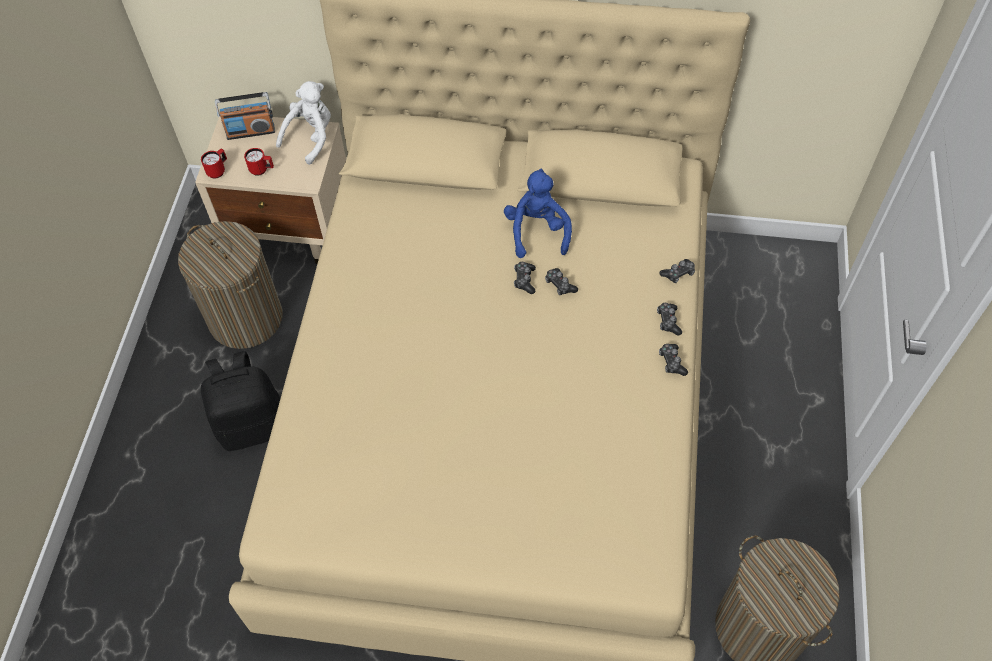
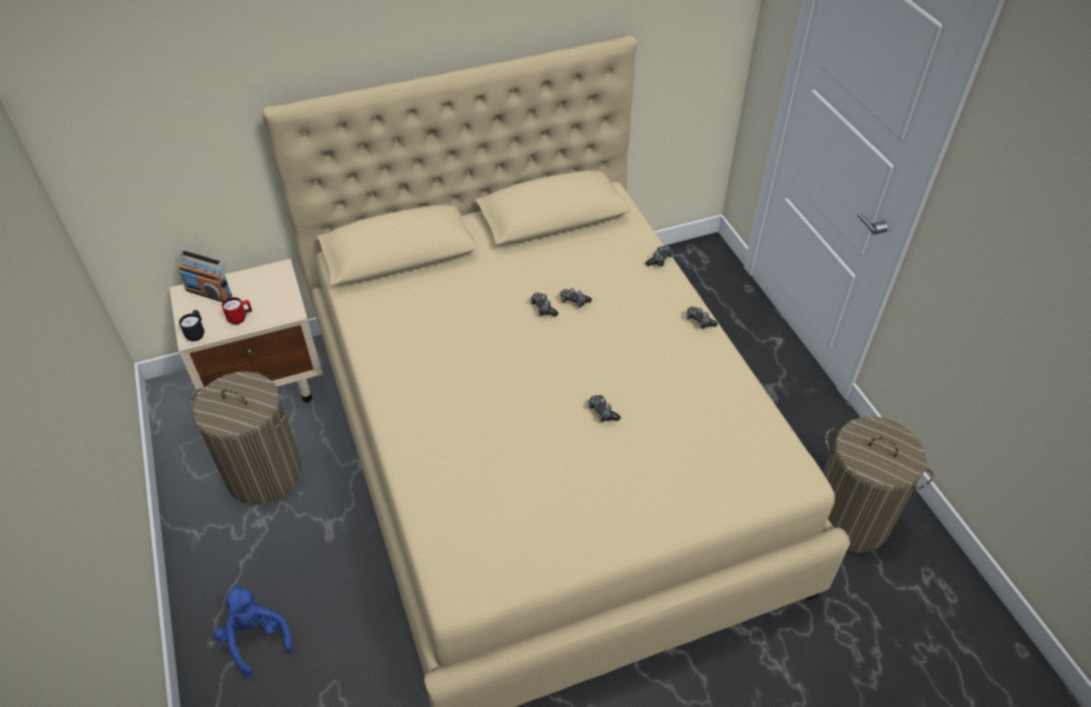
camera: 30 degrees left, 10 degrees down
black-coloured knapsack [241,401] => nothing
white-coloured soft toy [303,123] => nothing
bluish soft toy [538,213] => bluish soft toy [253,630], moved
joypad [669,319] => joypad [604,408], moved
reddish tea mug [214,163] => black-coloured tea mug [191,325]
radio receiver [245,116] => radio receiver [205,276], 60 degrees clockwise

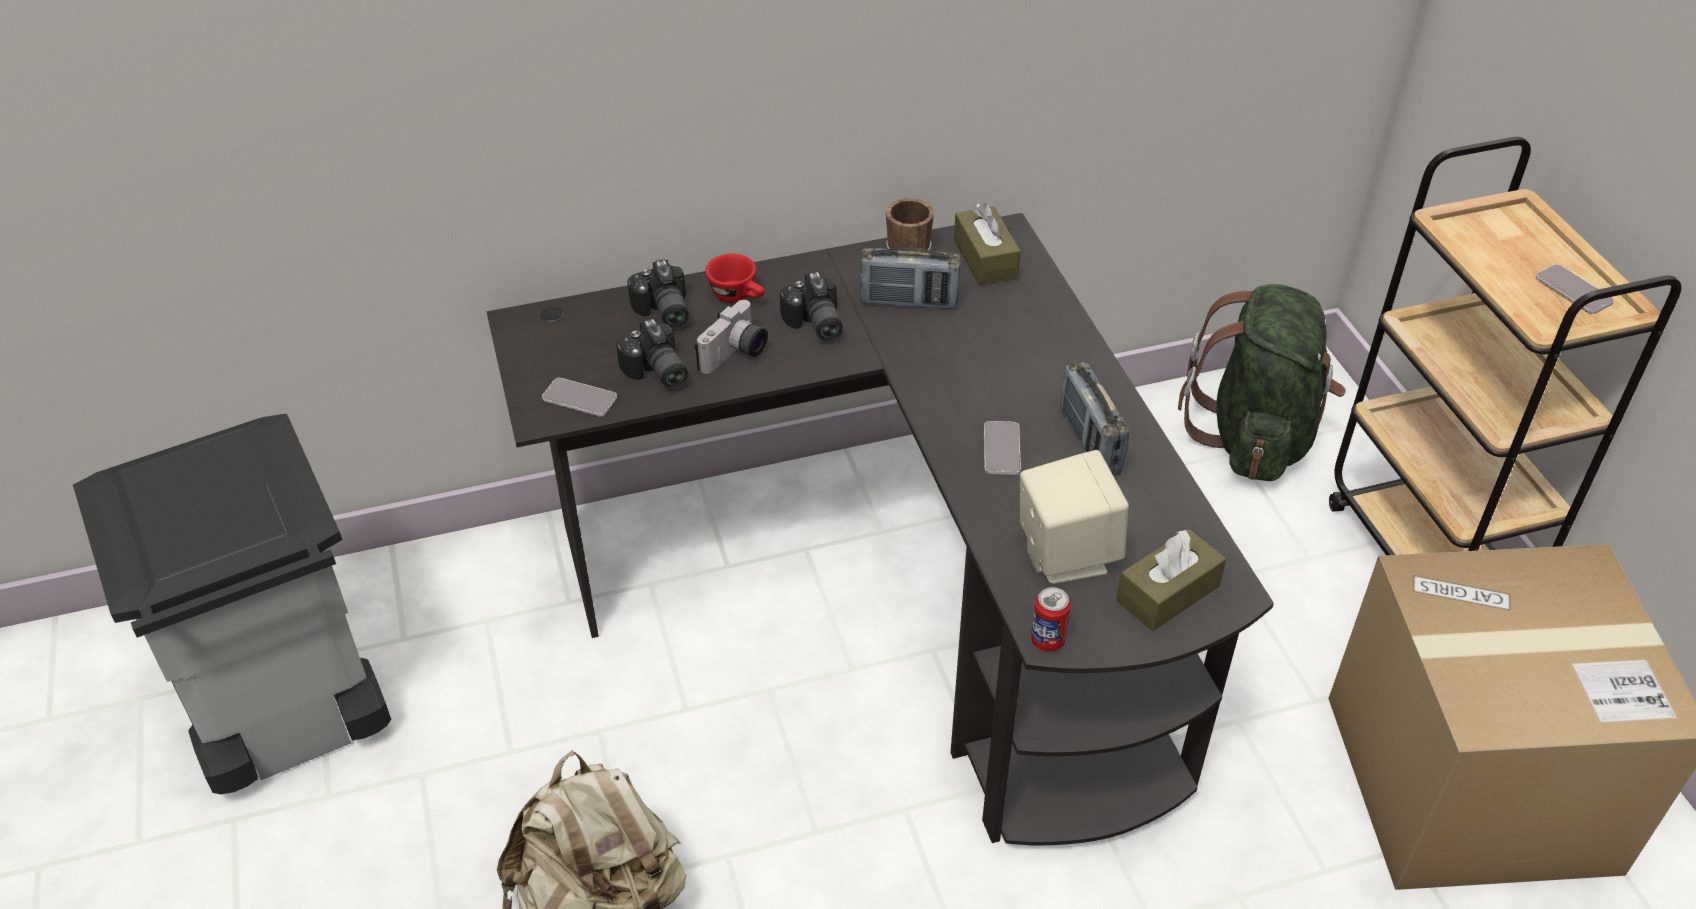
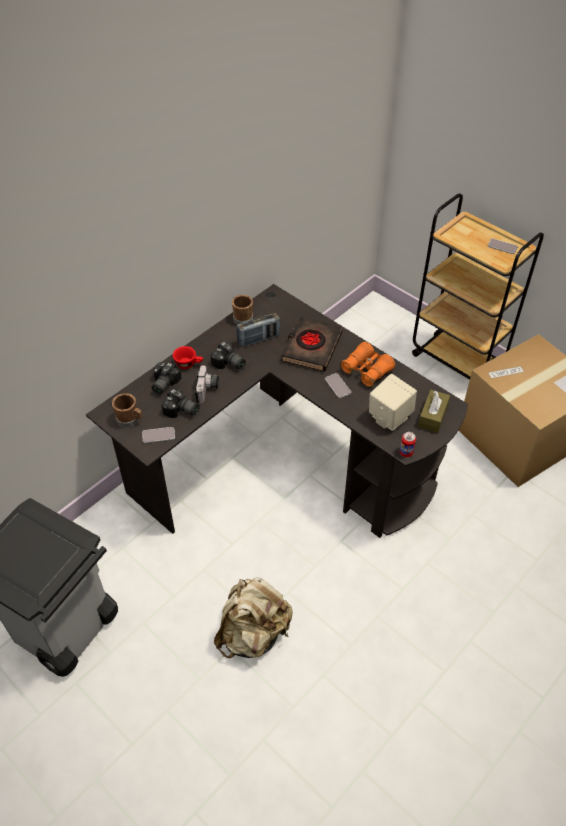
camera: 30 degrees left, 5 degrees up
brown tissue box [987,244] => nothing
green-coloured knapsack [1262,382] => nothing
nothing => brown tea mug [127,410]
nothing => black-coloured bound book [312,344]
radio receiver [1094,419] => orange pair of binoculars [367,364]
photo camera [658,293] => photo camera [167,378], 75 degrees clockwise

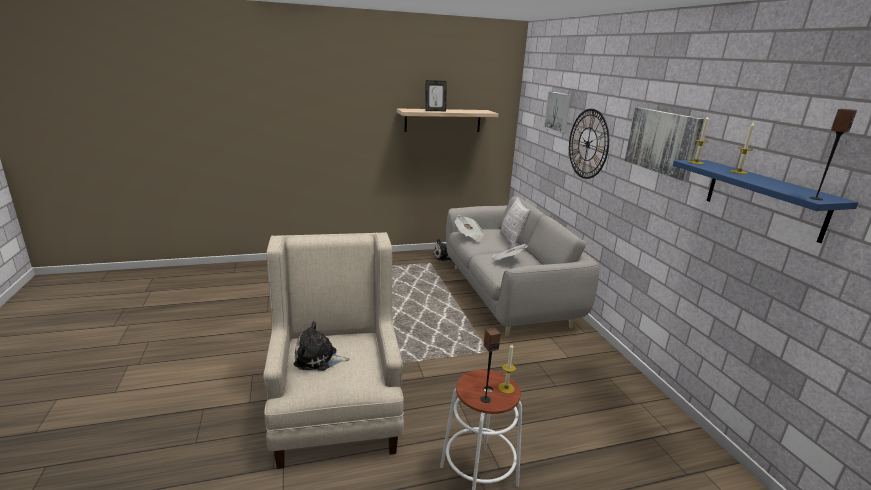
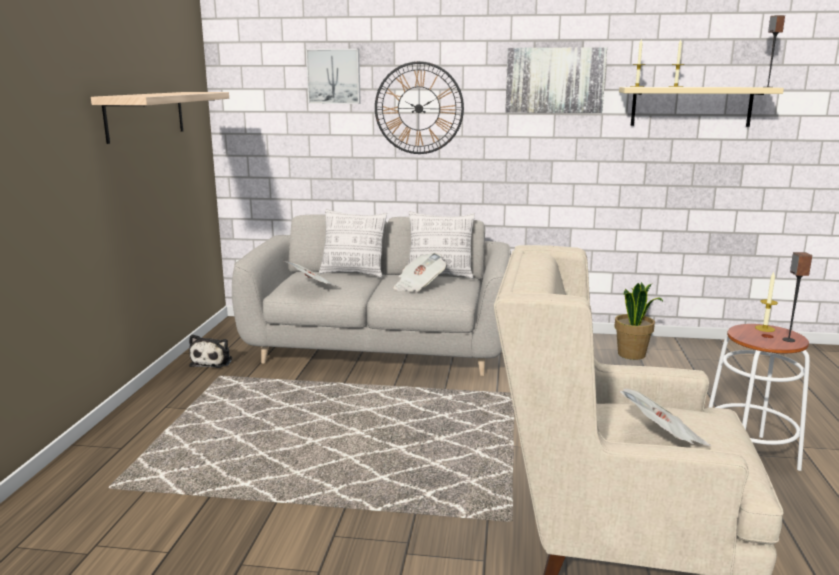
camera: 65 degrees left, 5 degrees down
standing frame [436,95] => nothing
nothing => throw pillow [441,245]
nothing => plant in a pot [638,321]
soft toy [322,346] => newspaper [665,417]
bluish wall shelf [766,201] => beige wall shelf [701,107]

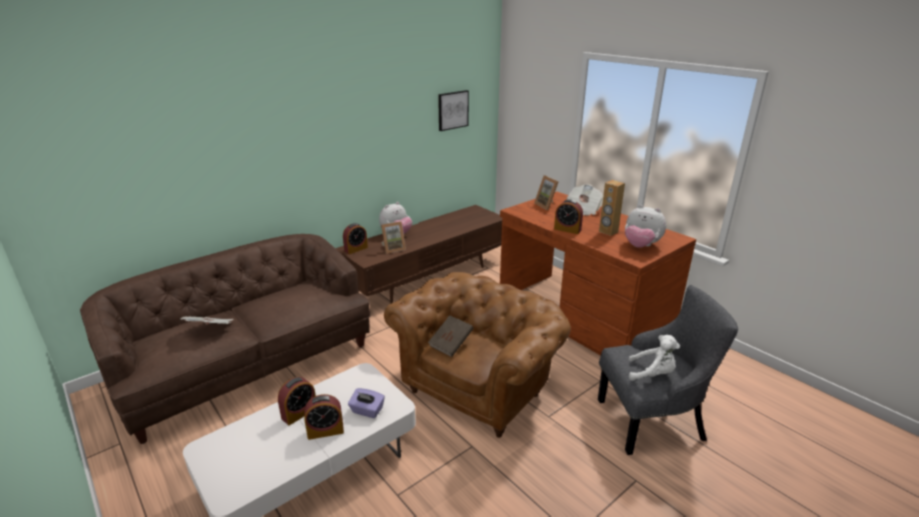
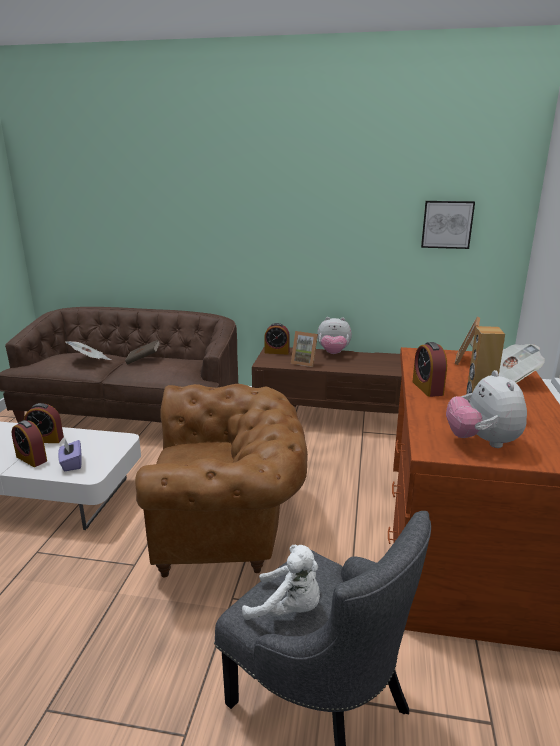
camera: 50 degrees right, 5 degrees down
brown bound book [451,336] => brown bound book [142,352], moved
white-coloured soft toy [654,358] => white-coloured soft toy [281,582], 45 degrees counterclockwise

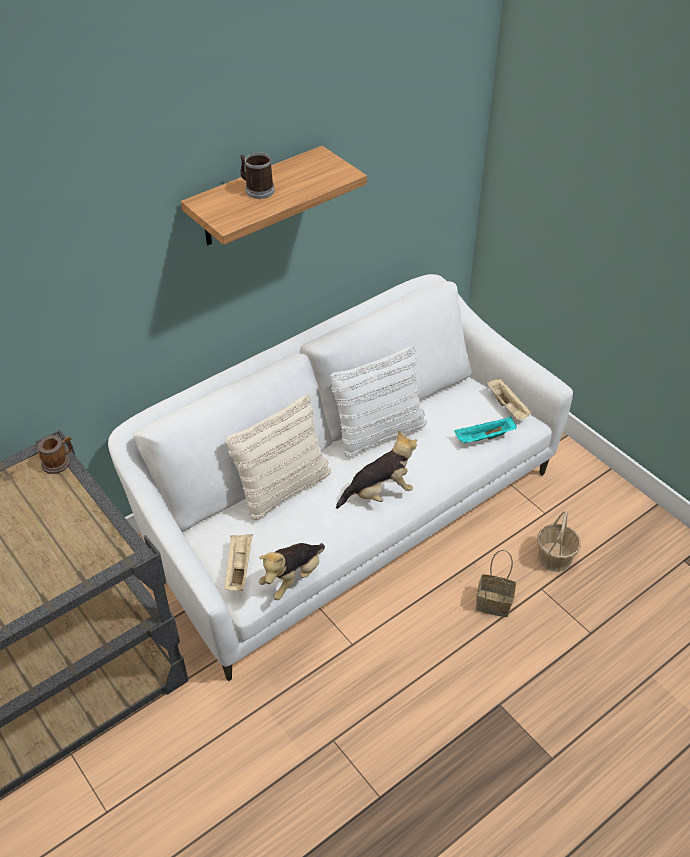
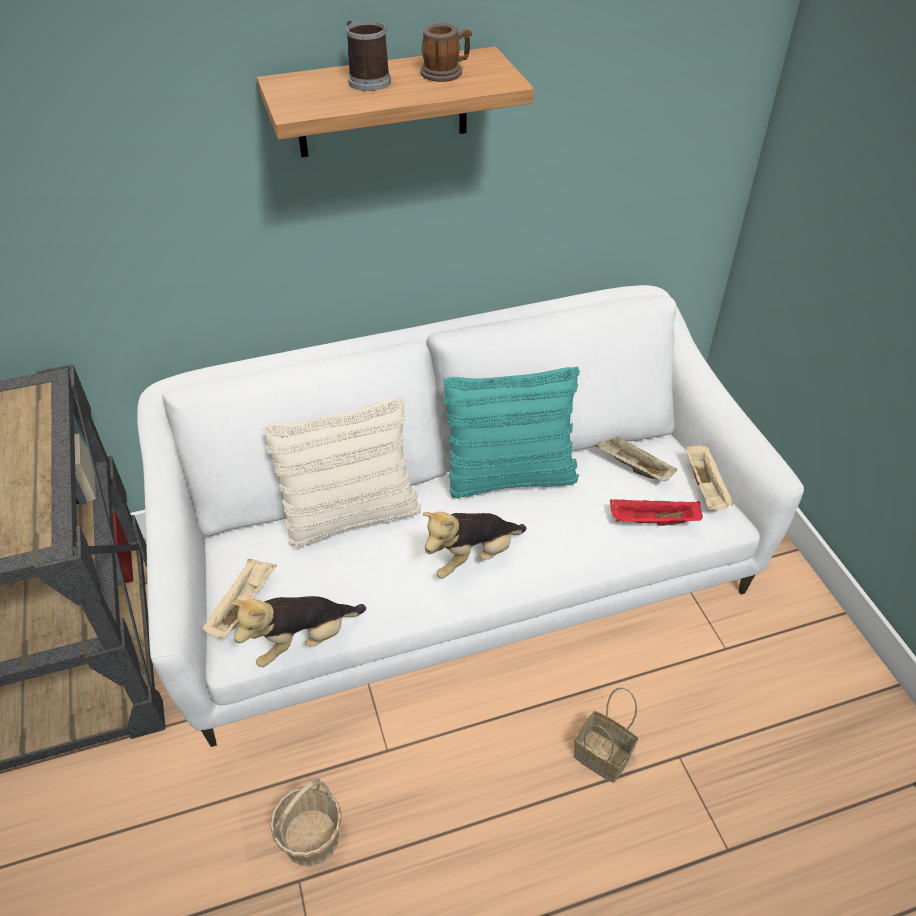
camera: 20 degrees right, 0 degrees up
nothing => beige carrying tray [636,458]
tea mug [55,454] => tea mug [446,52], moved
household basket [559,541] => household basket [306,822], moved
white-coloured throw pillow [378,401] => turquoise-coloured throw pillow [511,433]
turquoise-coloured carrying tray [485,430] => reddish carrying tray [656,512]
soft toy [377,470] => soft toy [474,545], 150 degrees clockwise

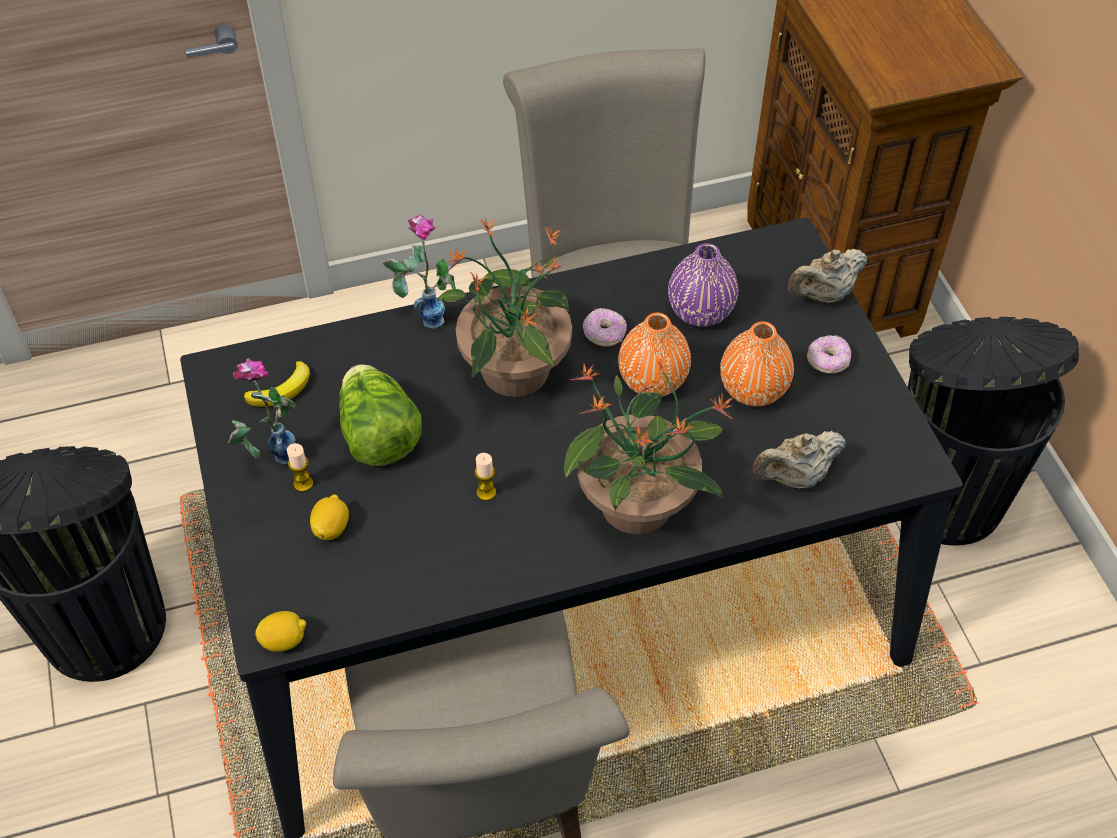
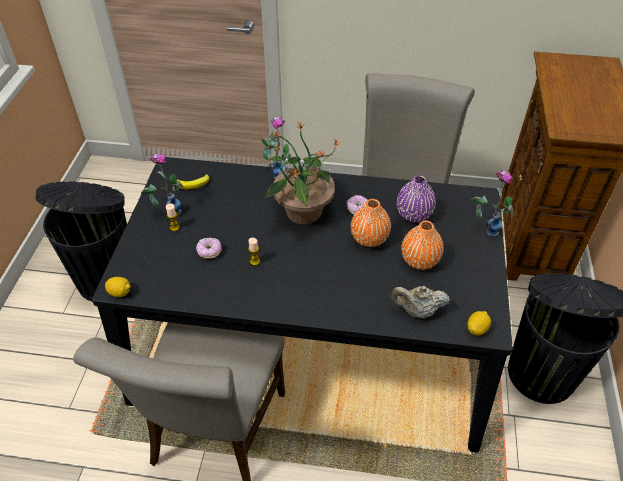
camera: 25 degrees right, 5 degrees down
lettuce [380,415] => nothing
plant in a pot [648,447] => nothing
citrus fruit [329,517] => citrus fruit [479,323], moved
doughnut [829,354] => doughnut [209,248], moved
beige teapot [827,276] => decorative vase [492,203]

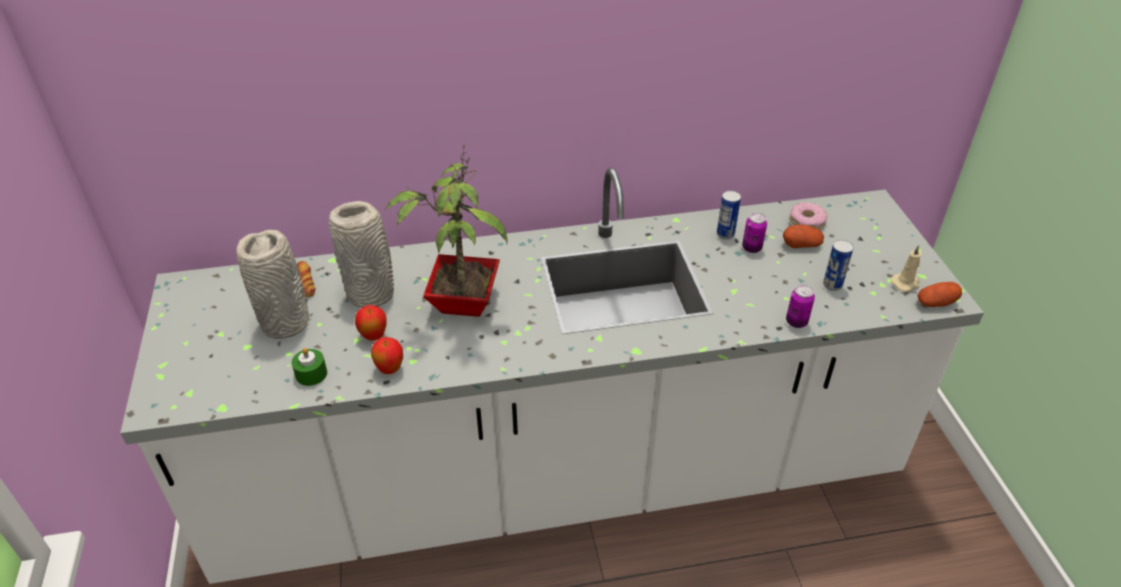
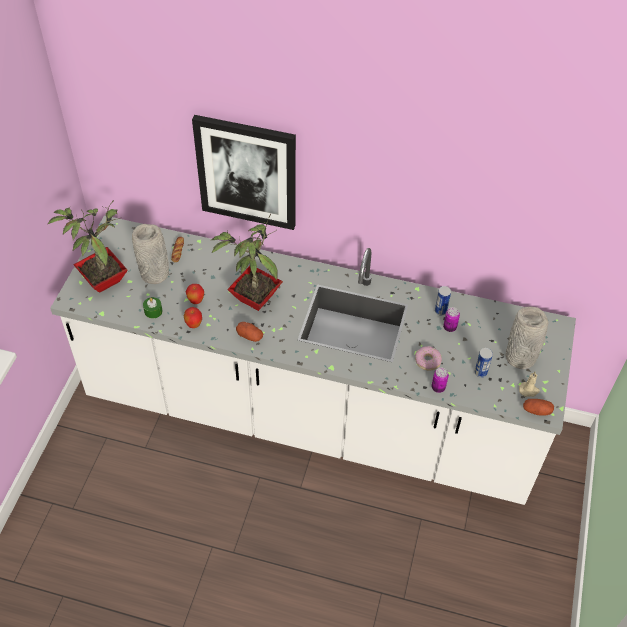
camera: 25 degrees right, 10 degrees up
nothing => plant in a pot [87,246]
nothing => wall art [244,172]
gray decorative vase [361,254] => gray decorative vase [527,337], moved
whole potato [803,236] => whole potato [249,332], moved
doughnut [808,215] => doughnut [428,358], moved

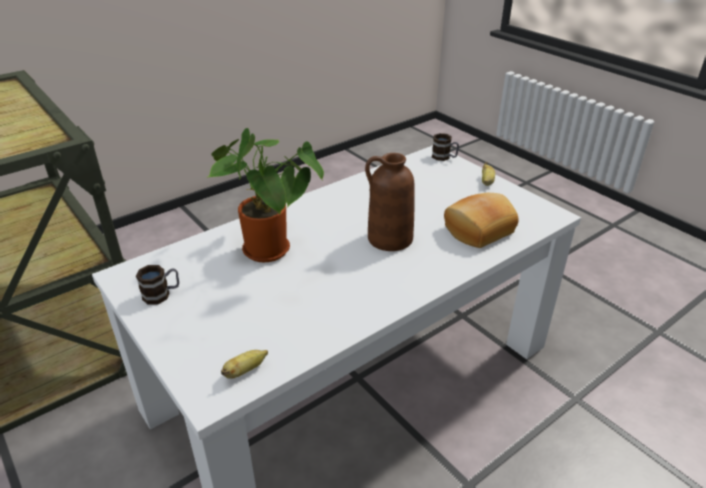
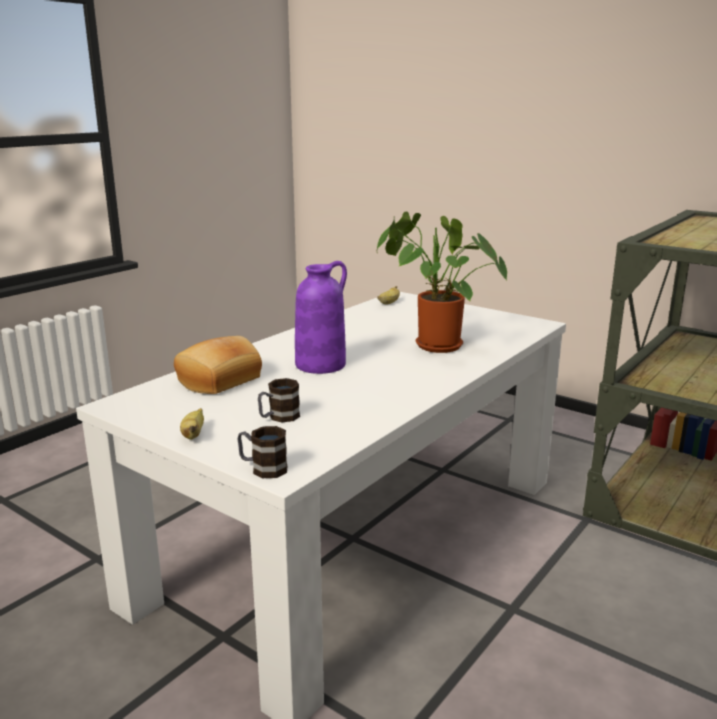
camera: 165 degrees right, 15 degrees down
tea mug [157,285] => tea mug [279,400], moved
brown decorative vase [390,202] => purple decorative vase [321,317]

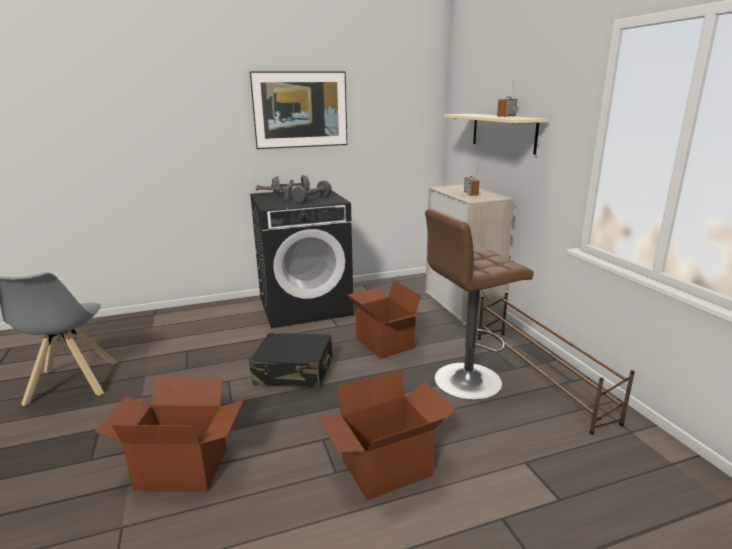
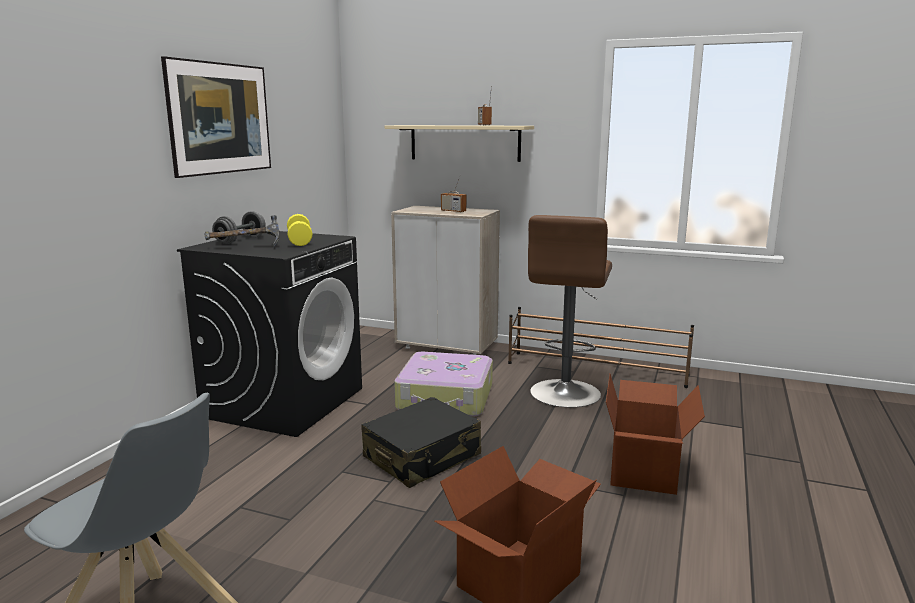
camera: 50 degrees left, 5 degrees down
carton [385,319] => suitcase [443,384]
gray free weight [312,191] => yellow-coloured free weight [300,230]

